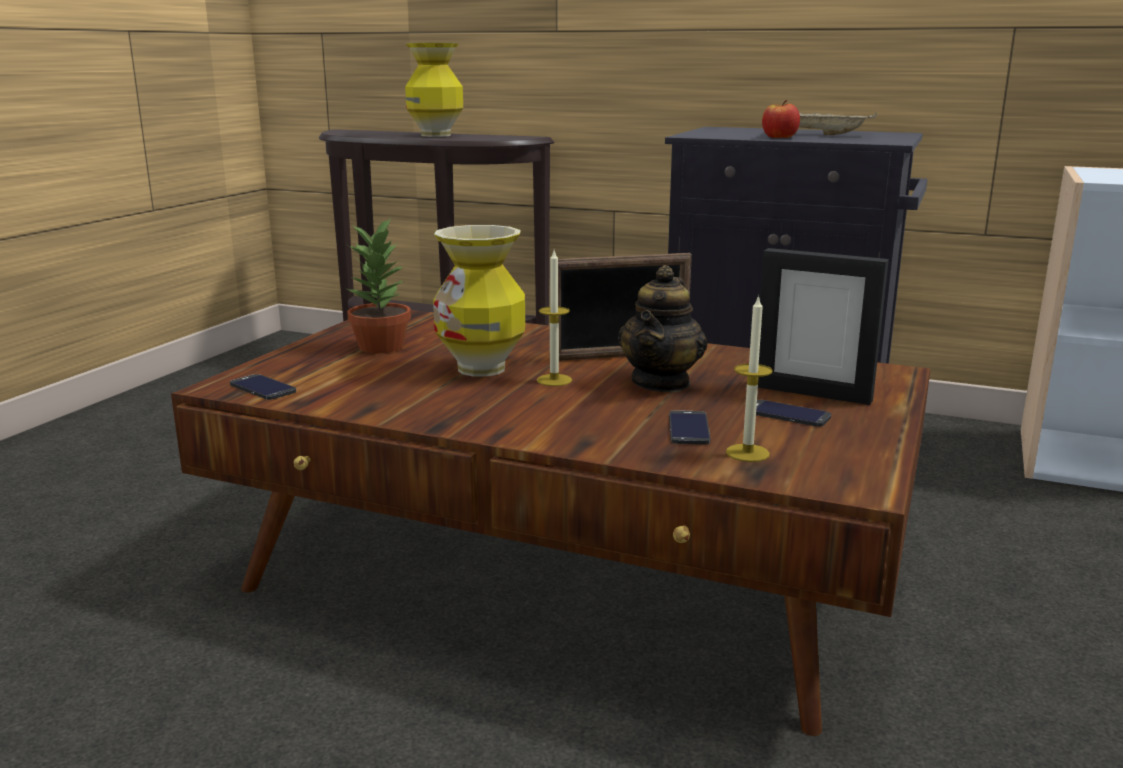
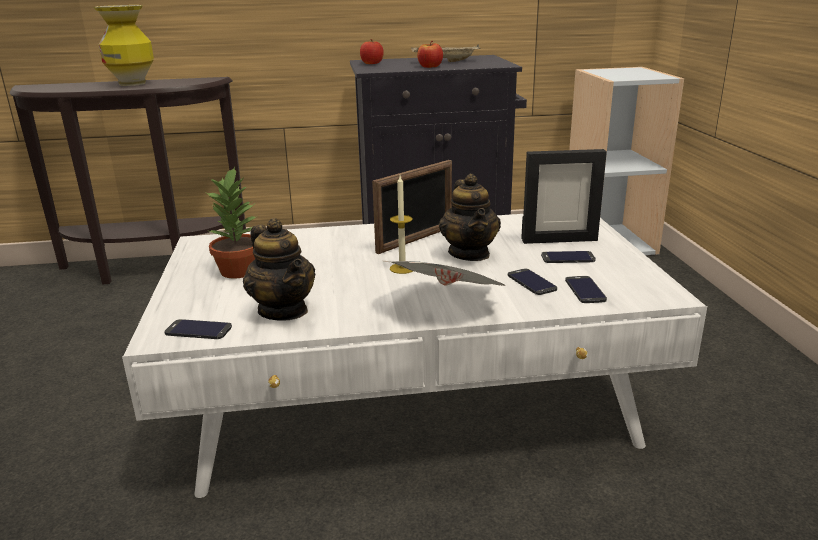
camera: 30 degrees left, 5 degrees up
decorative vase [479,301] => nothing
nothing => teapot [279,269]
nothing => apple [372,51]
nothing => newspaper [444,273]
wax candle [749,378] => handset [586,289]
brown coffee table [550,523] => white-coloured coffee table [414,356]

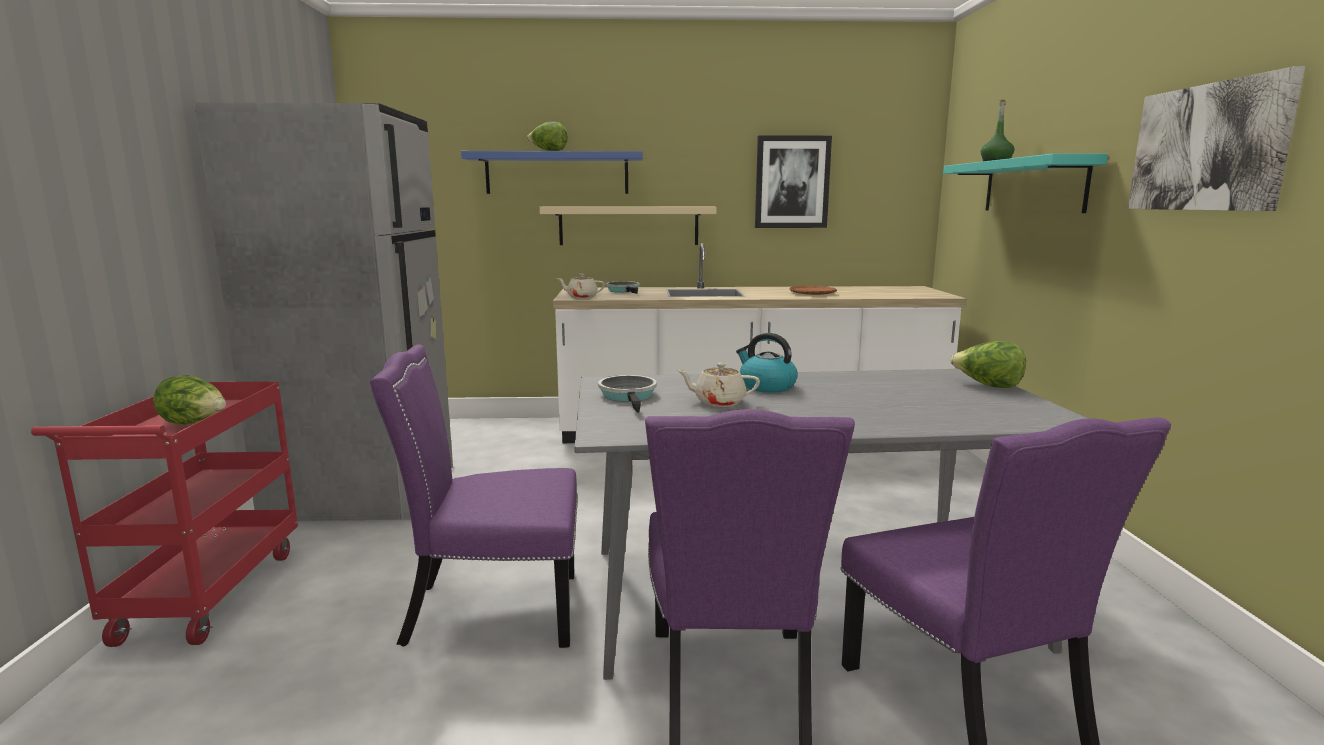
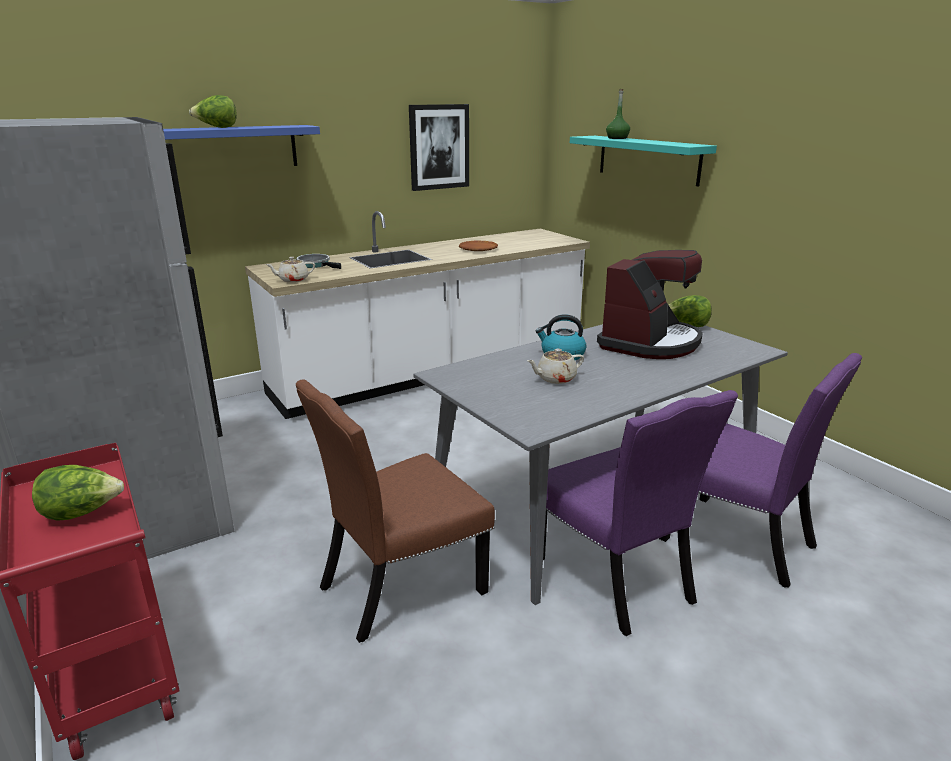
camera: 30 degrees left, 10 degrees up
beige wall shelf [627,225] => nothing
frying pan [627,394] => nothing
wall art [1216,138] => nothing
nothing => coffee brewer [650,304]
purple upright chair [474,496] => brown upright chair [395,511]

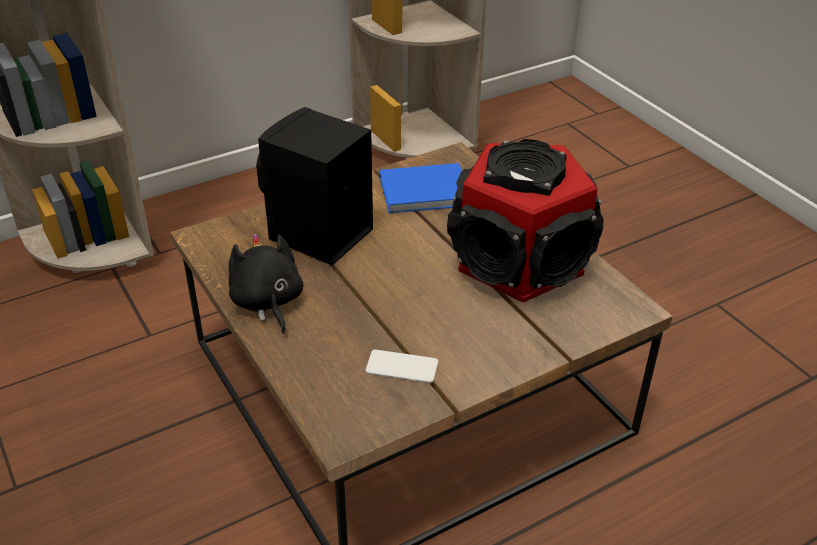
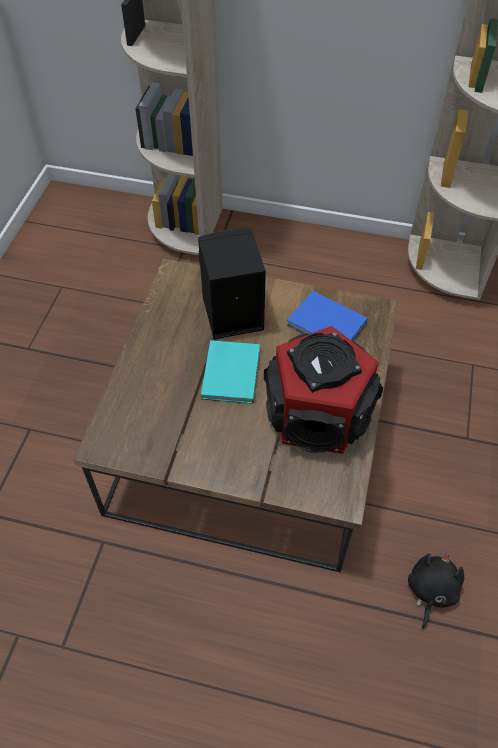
camera: 45 degrees right, 15 degrees up
handset [402,366] => nothing
nothing => turquoise-coloured bound book [230,372]
black-coloured soft toy [266,284] => black-coloured soft toy [436,590], moved

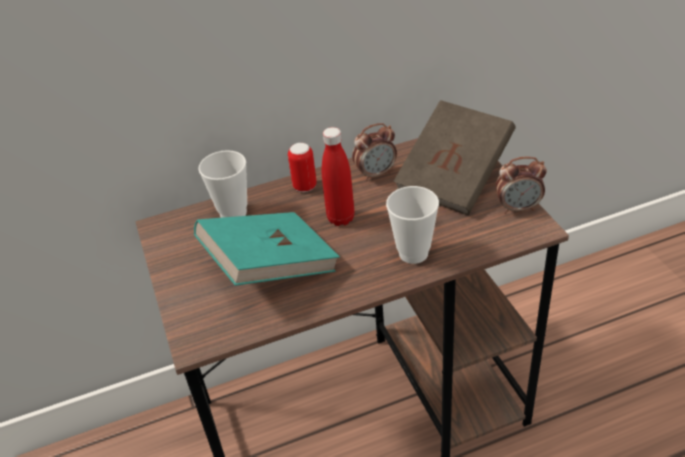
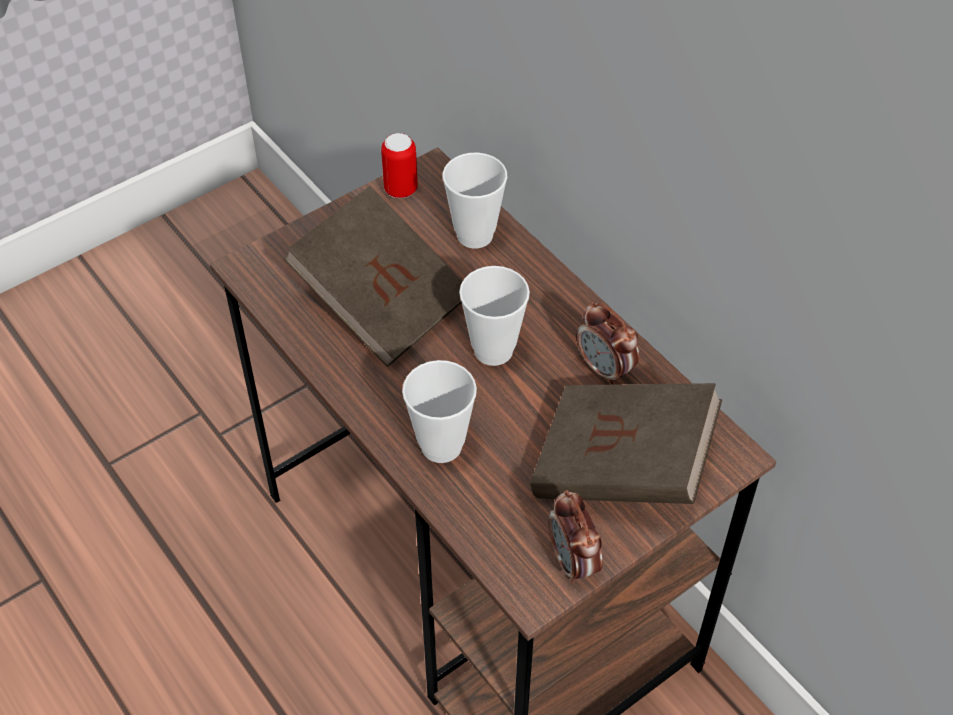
camera: 70 degrees right, 10 degrees up
can [302,167] => can [399,165], moved
reddish drink bottle [338,176] => drinking cup [494,316]
turquoise-coloured bound book [267,249] => brown bound book [373,276]

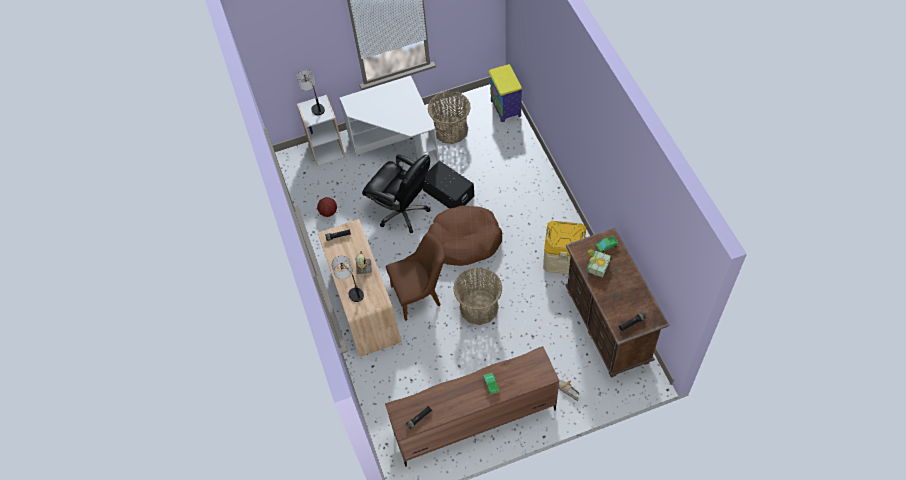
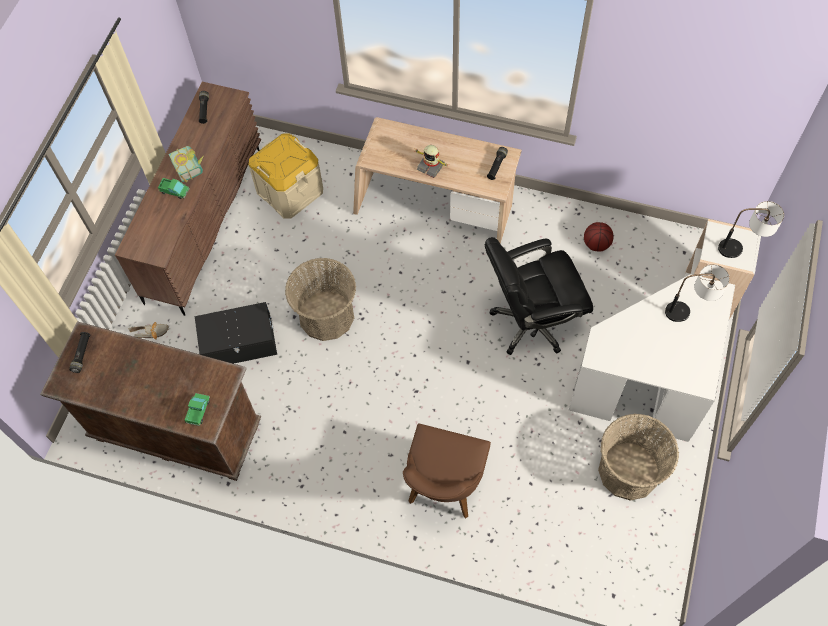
camera: 125 degrees right, 5 degrees up
brown pet bed [465,235] => nothing
nightstand [505,93] => nothing
table lamp [348,279] => table lamp [697,293], moved
brown upright chair [415,277] => brown upright chair [447,470], moved
black-coloured storage container [448,185] => black-coloured storage container [236,333], moved
beige storage container [564,248] => beige storage container [285,176], moved
bound book [599,263] => bound book [186,164], moved

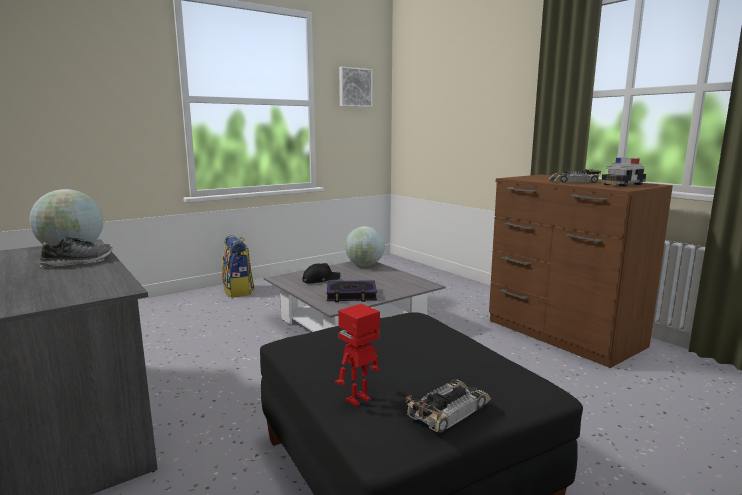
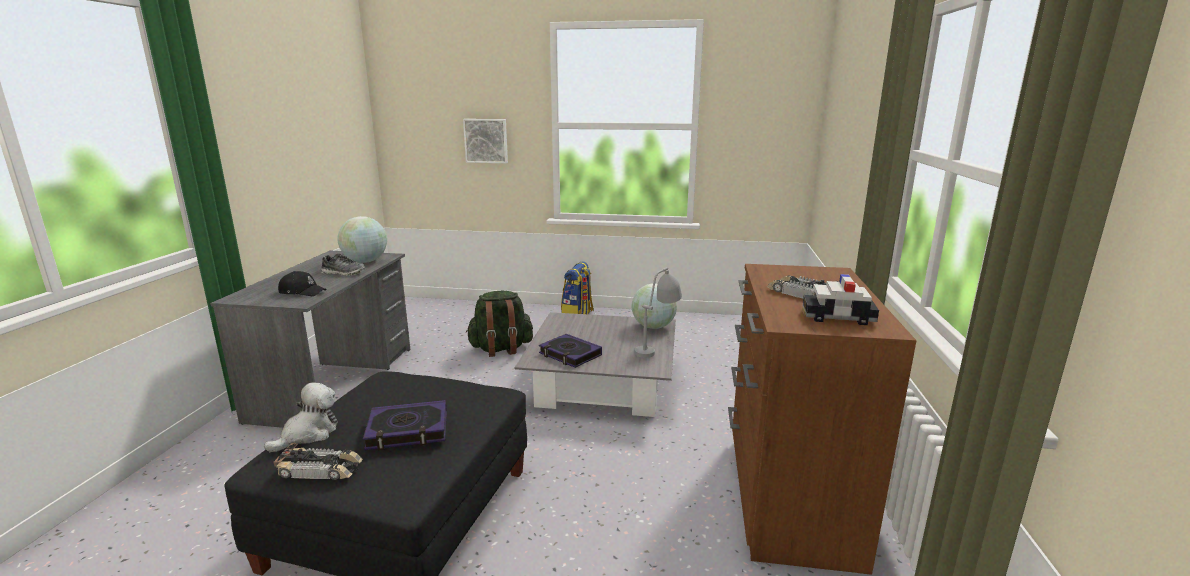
camera: 45 degrees right, 5 degrees up
nothing => bound book [405,425]
nothing => green-coloured knapsack [499,324]
nothing => gray table lamp [658,312]
black-coloured peaked cap [321,273] => black-coloured peaked cap [302,283], moved
wall art [355,87] => wall art [485,141], moved
robot figure [357,355] => soft toy [301,417]

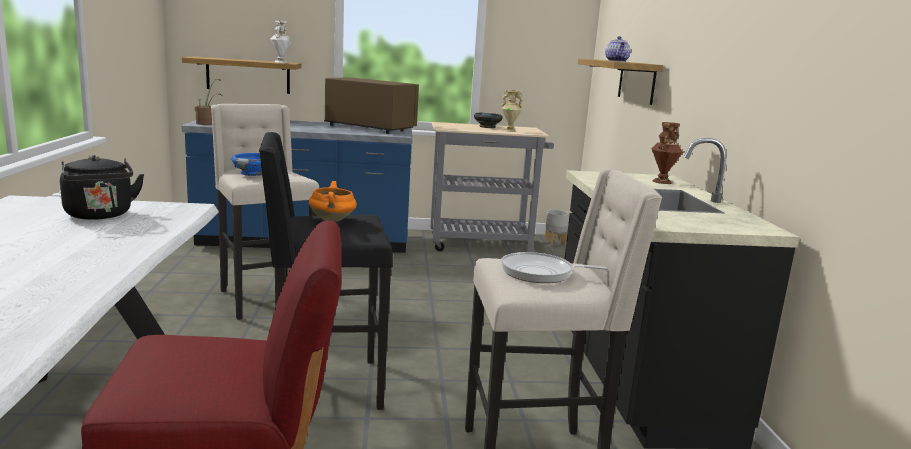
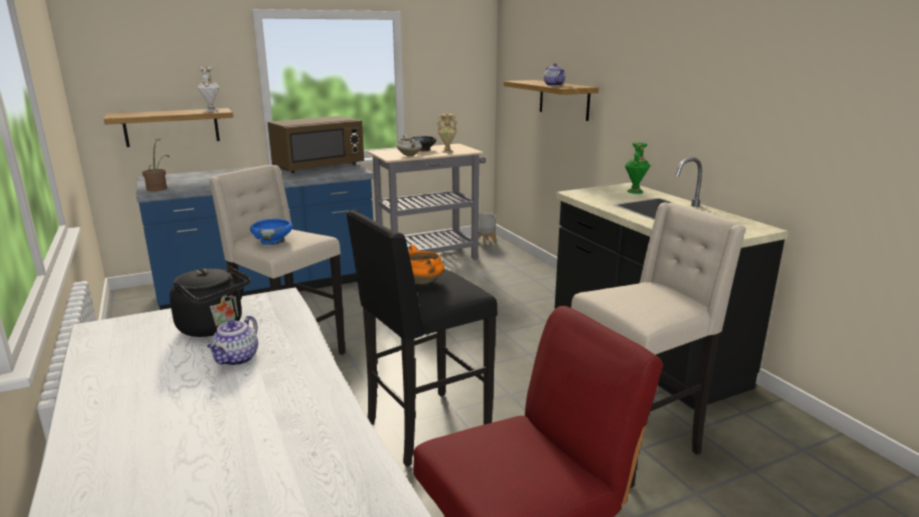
camera: 20 degrees left, 5 degrees up
frying pan [554,267] => nothing
nothing => teapot [232,341]
nothing => white-coloured saucepot [409,145]
brown decorative vase [667,153] => green-coloured decorative vase [637,168]
brown kitchen microwave [371,106] => brown kitchen microwave [316,144], 135 degrees clockwise

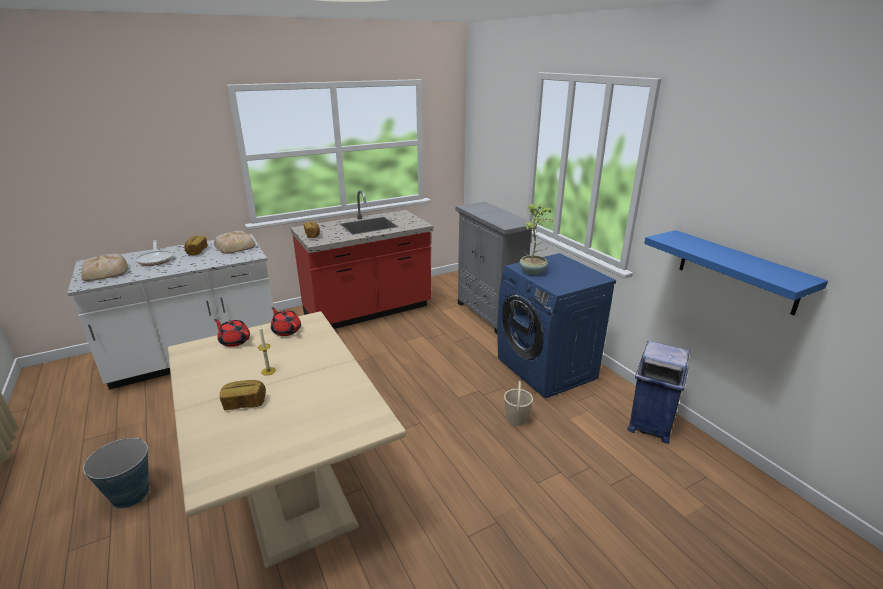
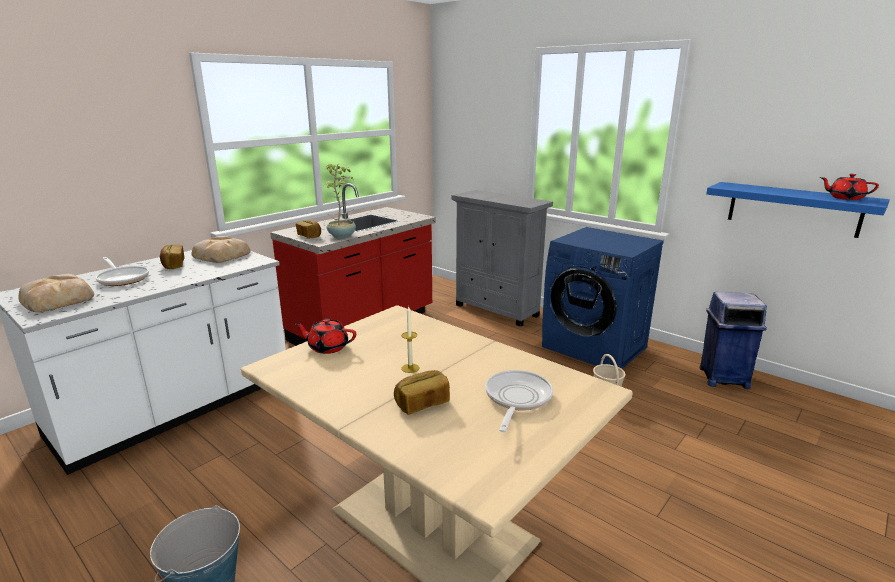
camera: 20 degrees left, 5 degrees down
nothing => frying pan [519,401]
reddish teapot [286,321] => reddish teapot [849,187], moved
plant in a pot [536,239] => plant in a pot [340,200], moved

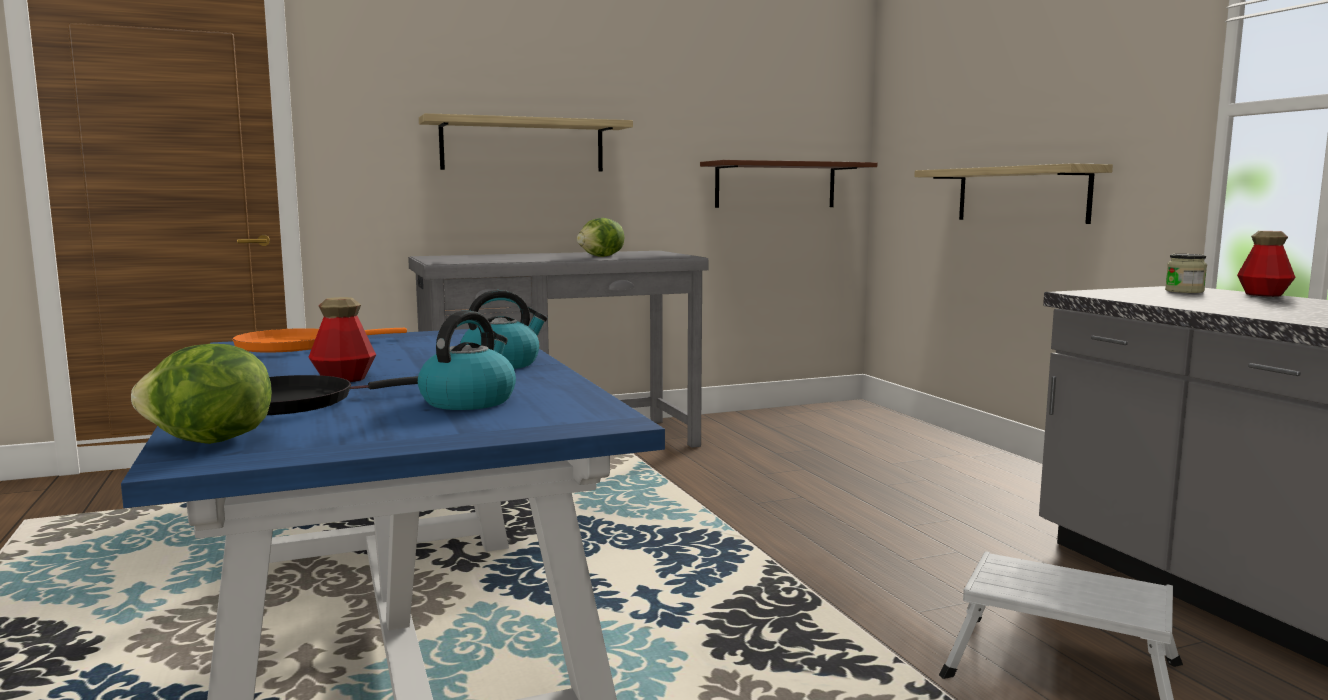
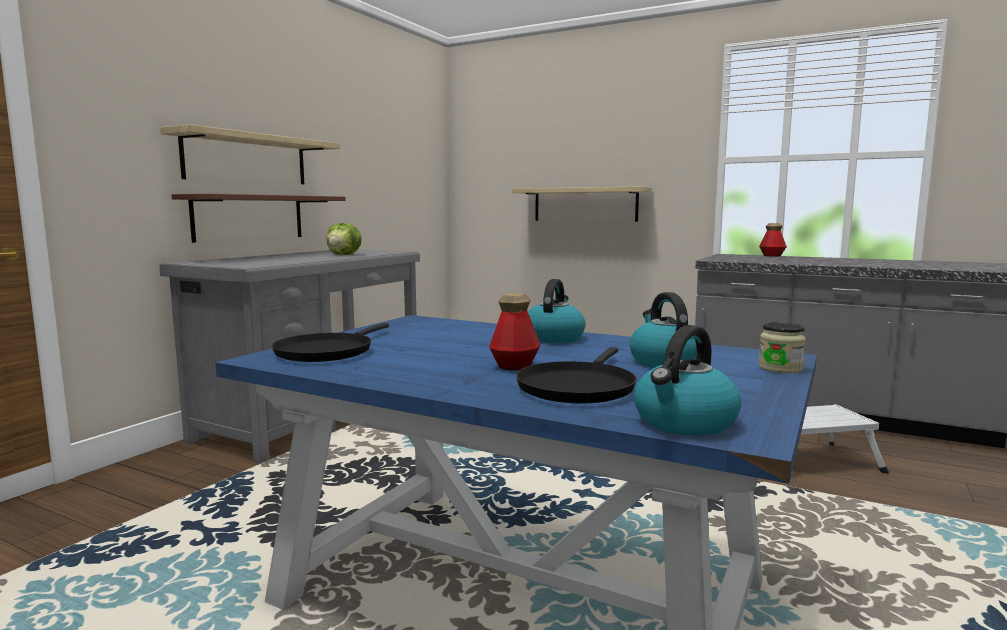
camera: 40 degrees left, 0 degrees up
brown wall shelf [788,184] => brown wall shelf [259,218], moved
storage jar [1186,273] => storage jar [782,347], moved
lettuce [201,394] => tea kettle [687,380]
orange frying pan [319,340] => black-coloured frying pan [330,342]

